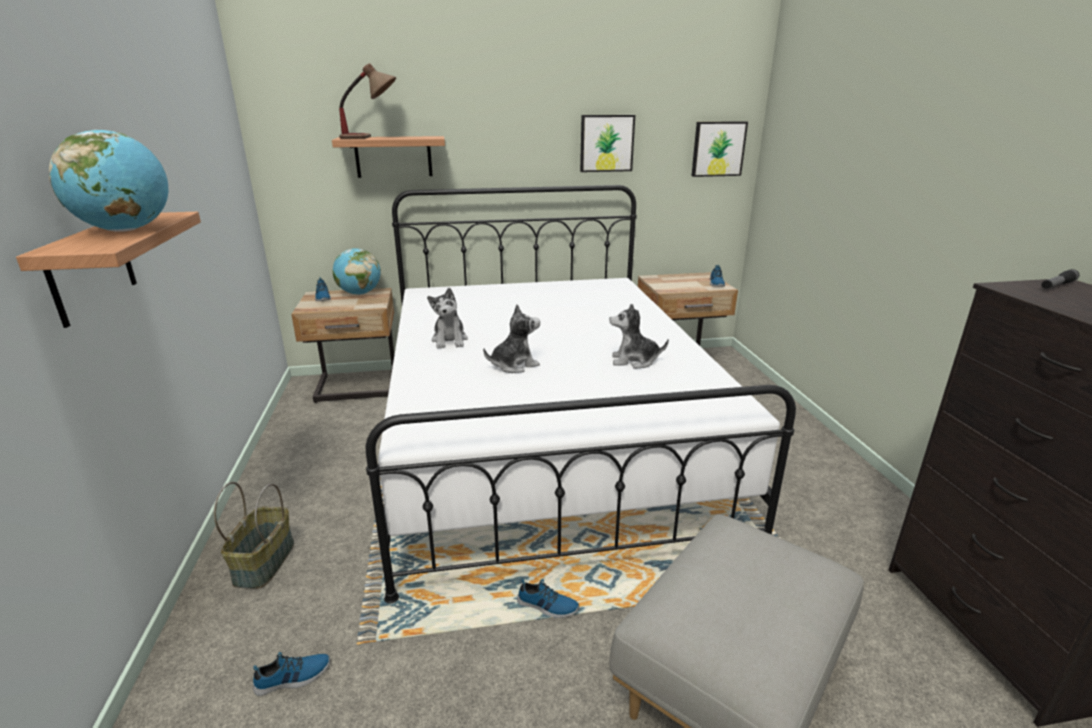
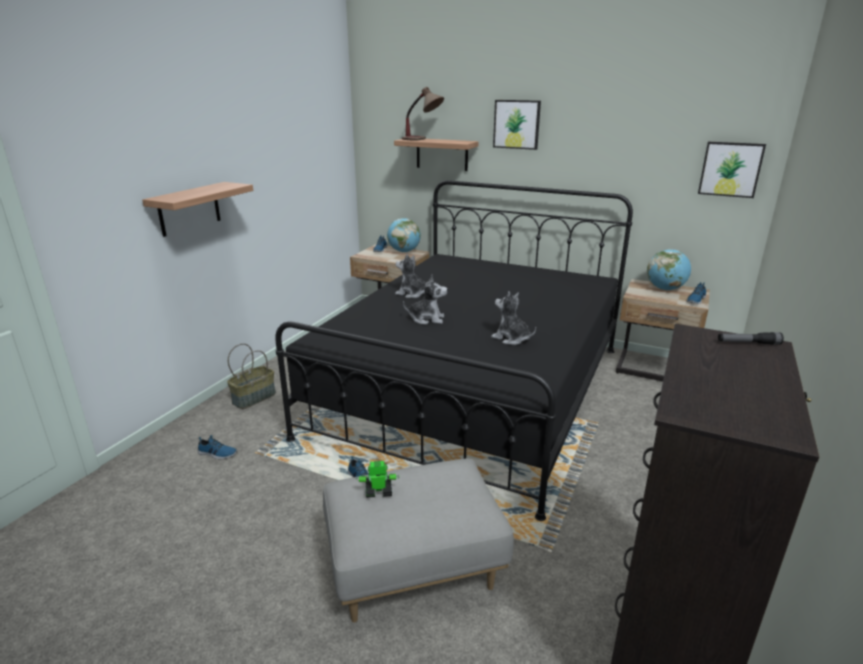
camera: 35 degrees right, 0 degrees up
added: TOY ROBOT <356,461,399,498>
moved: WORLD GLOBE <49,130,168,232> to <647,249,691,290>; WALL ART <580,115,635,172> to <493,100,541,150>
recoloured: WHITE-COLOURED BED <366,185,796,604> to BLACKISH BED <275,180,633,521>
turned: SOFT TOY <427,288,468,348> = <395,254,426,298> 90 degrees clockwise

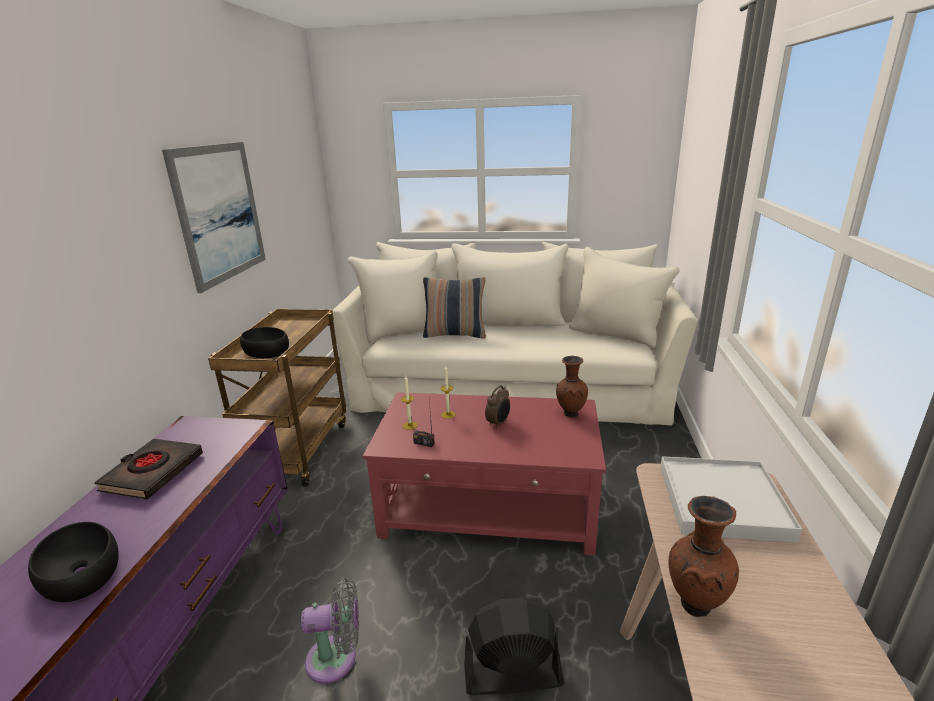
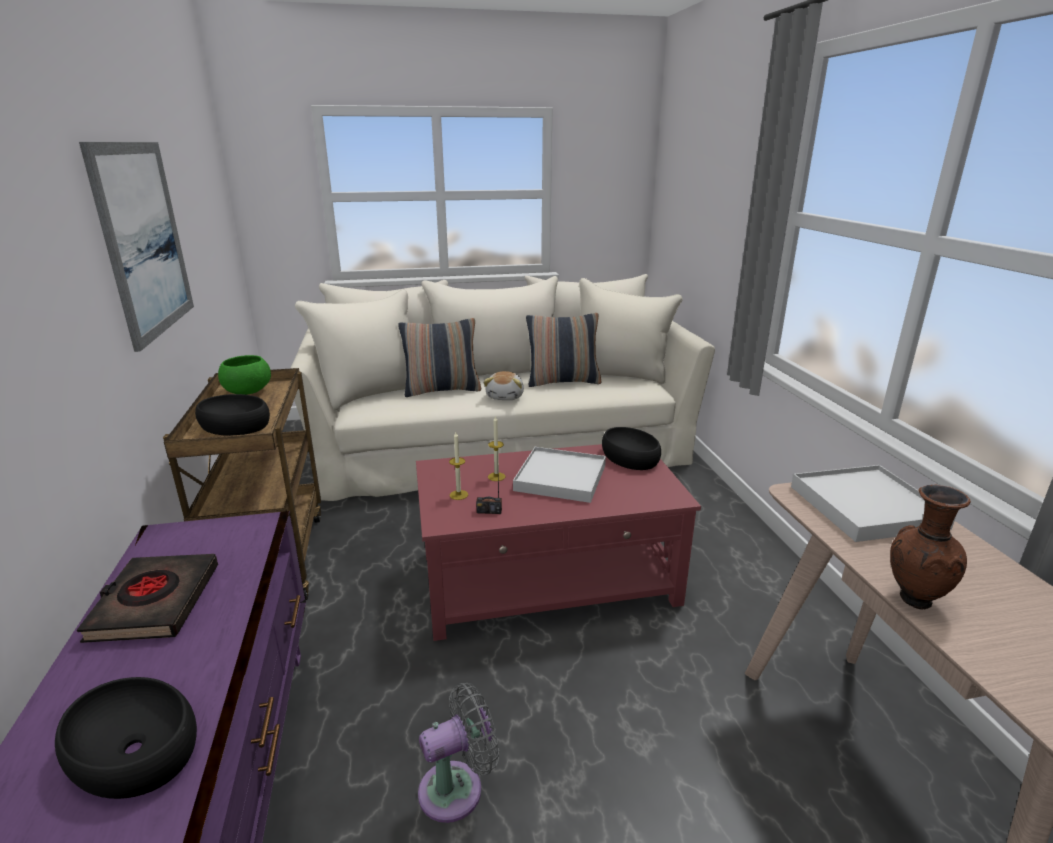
camera: 20 degrees left, 0 degrees up
removed: BLACKISH COOLING FAN <464,597,564,695>
added: GREEN-COLOURED SERVING BOWL <218,355,271,395>; SOFT TOY <483,371,524,400>; THROW PILLOW <526,313,602,387>
replaced: BEDSIDE CLOCK <485,385,510,429> to WHITE-COLOURED CARRYING TRAY <513,447,606,503>; BROWN FLOWER VASE <556,356,588,418> to BLACKISH SERVING BOWL <602,427,661,470>

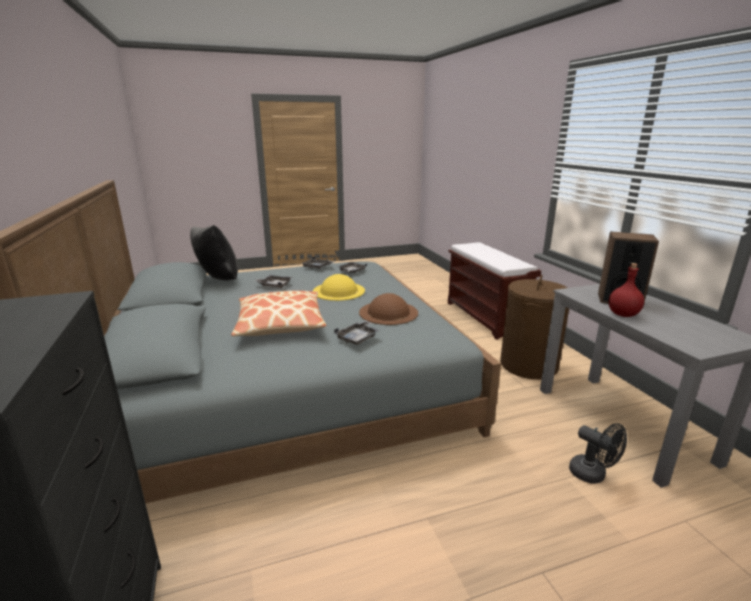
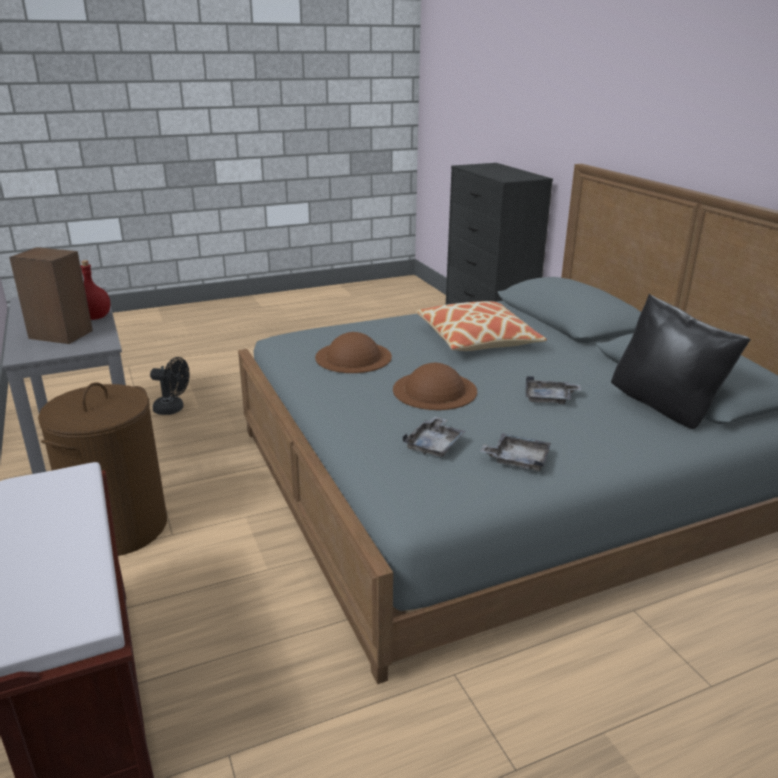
camera: 175 degrees right, 5 degrees up
removed: GREY CARRYING TRAY <334,320,380,345>
recoloured: YELLOWISH WEARABLE HAT <313,274,365,301> to BROWN WEARABLE HAT <393,363,477,410>
turned: BLACKISH COOLING FAN <569,423,627,484> = <150,357,190,415> 150 degrees clockwise

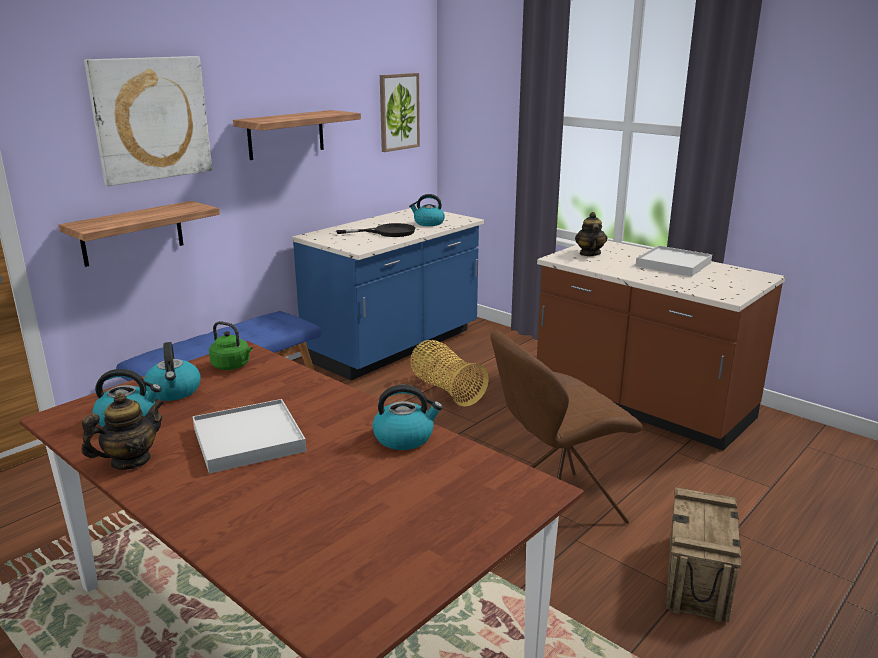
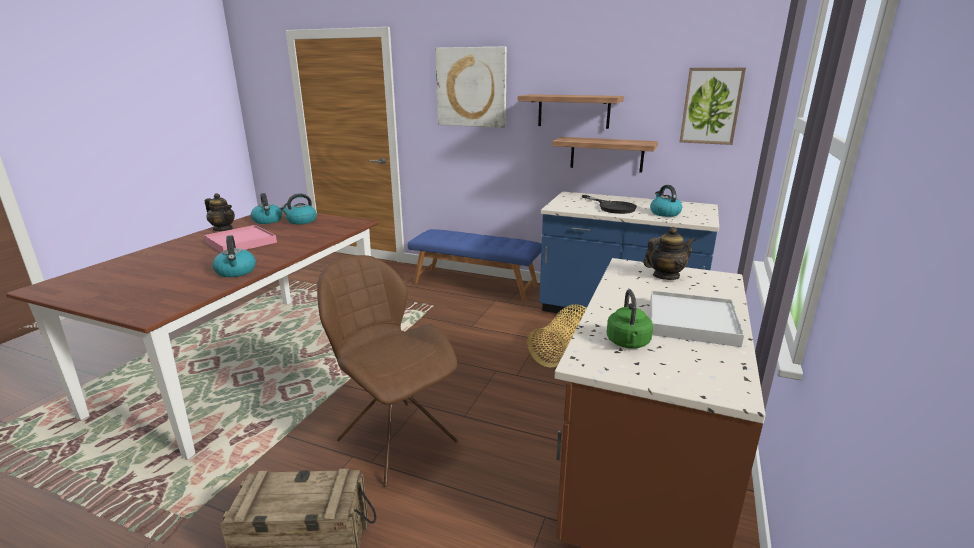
camera: 70 degrees right, 0 degrees up
moved: WALL SHELF <59,201,220,267> to <552,137,658,173>; GREEN-COLOURED KETTLE <209,321,253,370> to <607,289,653,349>
recoloured: WHITE-COLOURED CARRYING TRAY <193,399,306,474> to PINK-COLOURED CARRYING TRAY <204,225,277,252>

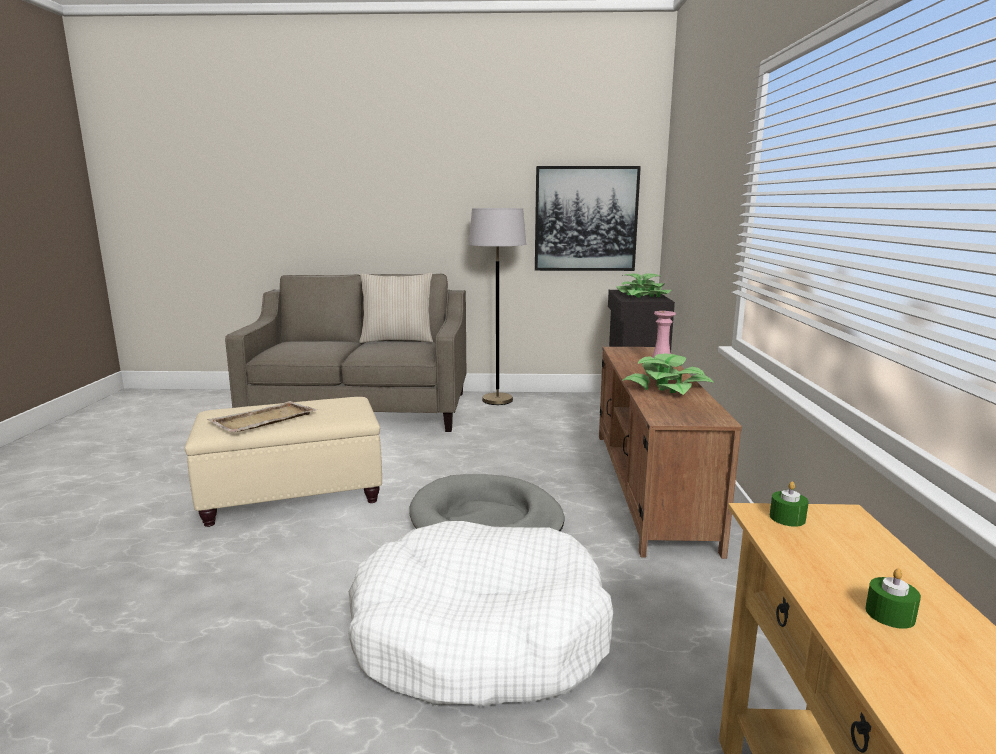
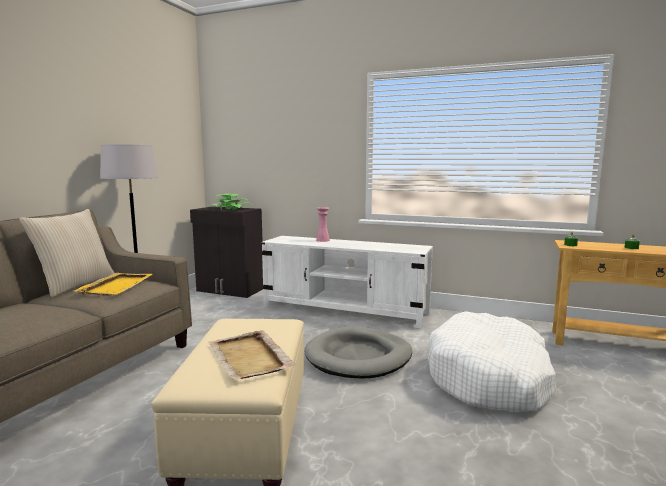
camera: 70 degrees left, 5 degrees down
removed: WALL ART <535,166,641,271>; HOUSEPLANT <622,353,713,395>
added: YELLOWISH CARRYING TRAY <74,273,152,296>
recoloured: BROWN TV STAND <599,347,742,559> to WHITE-COLOURED TV STAND <262,236,433,328>

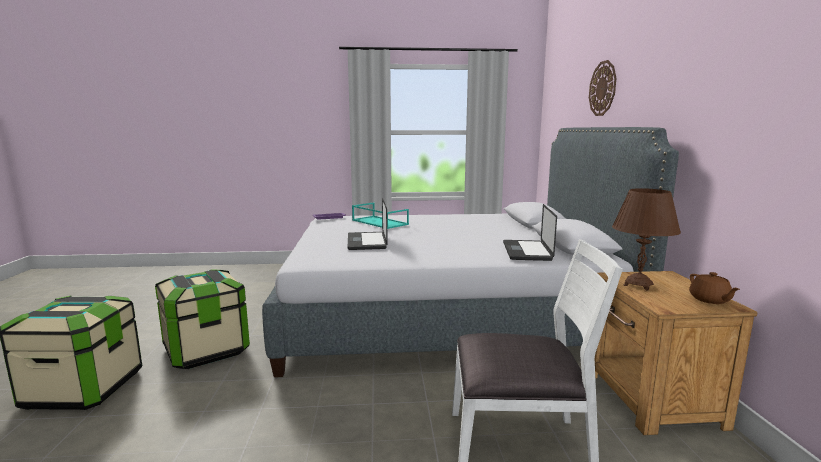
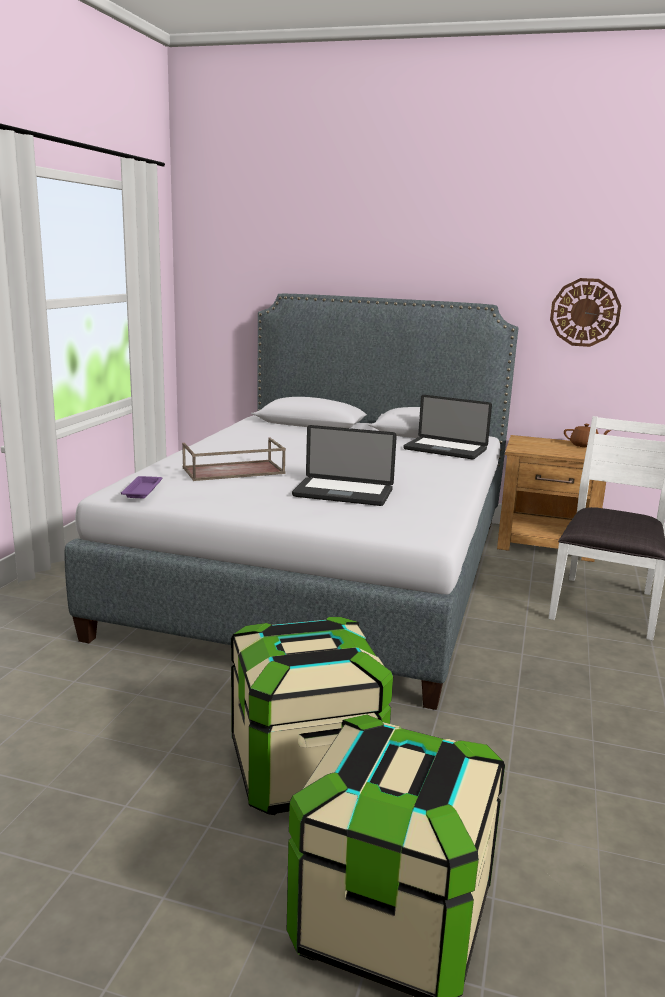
camera: 70 degrees left, 5 degrees up
removed: BROWN TABLETOP LAMP <612,188,681,291>
moved: WALL CLOCK <589,60,617,116> to <550,278,621,347>
recoloured: BLUE-GREEN CARRYING TRAY <352,202,409,229> to BROWN CARRYING TRAY <182,438,286,481>

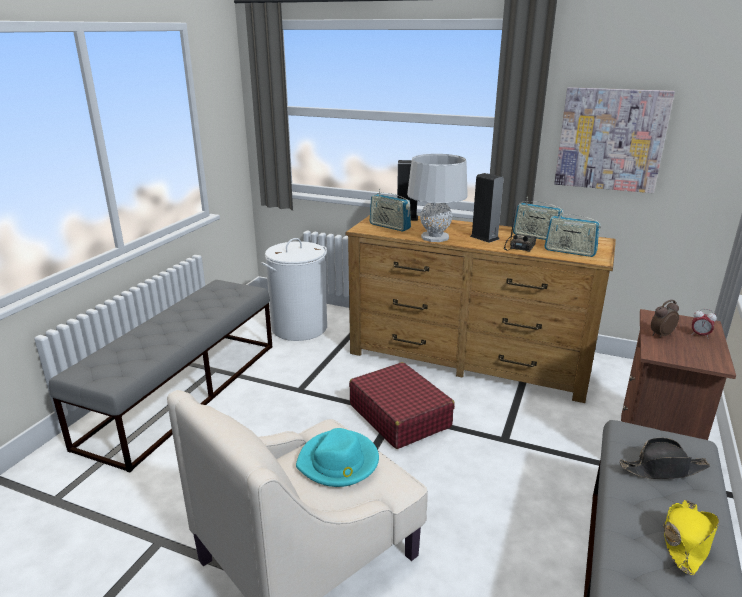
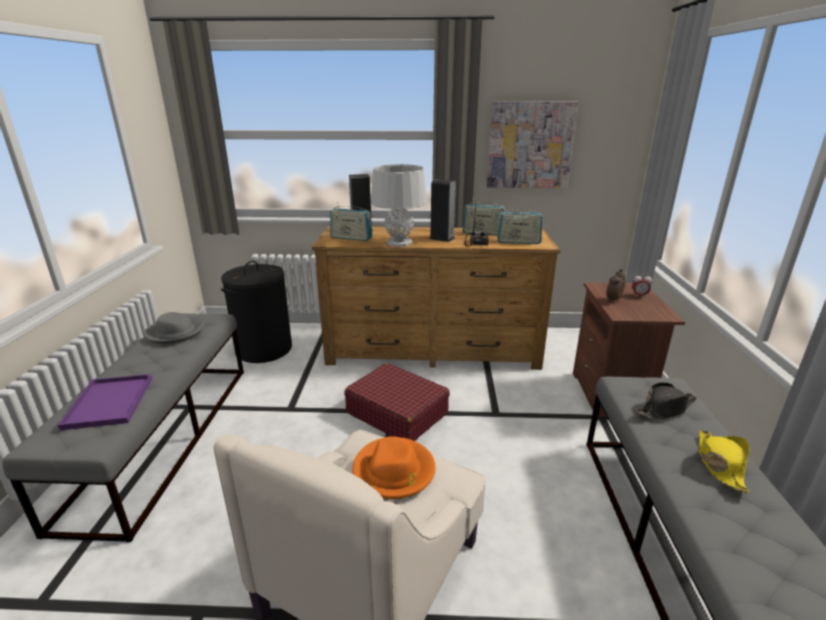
camera: 20 degrees left, 0 degrees up
added: PURPLE-COLOURED CARRYING TRAY <58,374,153,431>; GREY WEARABLE HAT <144,312,205,344>
recoloured: WHITE-COLOURED HAMPER <262,238,327,341> to BLACKISH HAMPER <221,260,292,363>; BLUE-GREEN WEARABLE HAT <296,428,379,487> to ORANGEY WEARABLE HAT <352,436,436,499>

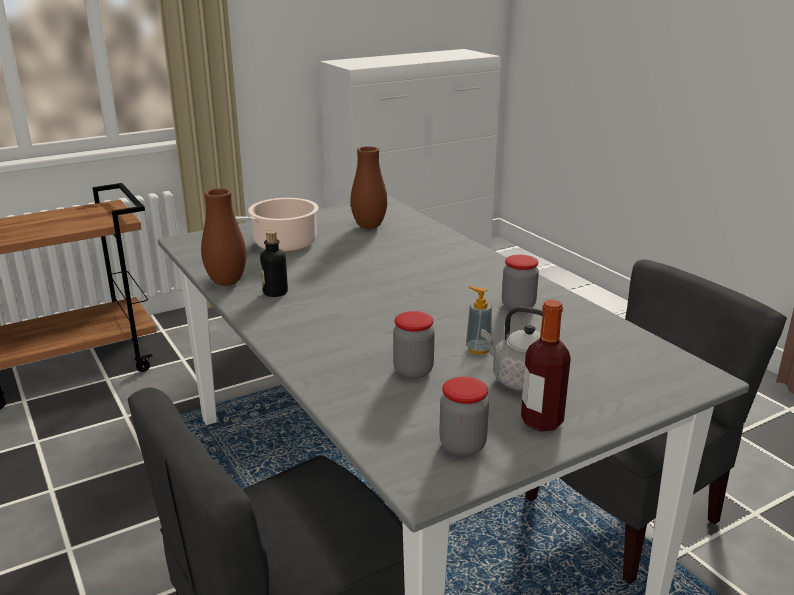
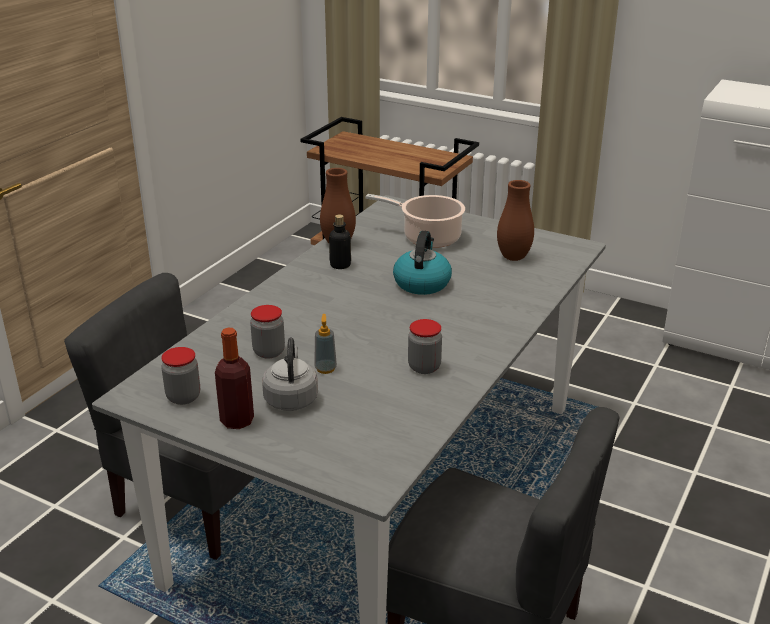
camera: 60 degrees right, 5 degrees up
added: KETTLE <393,231,452,295>

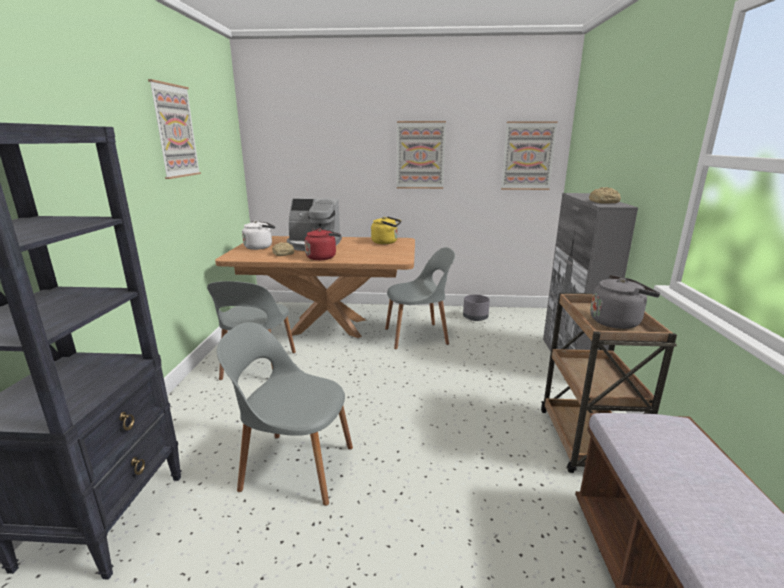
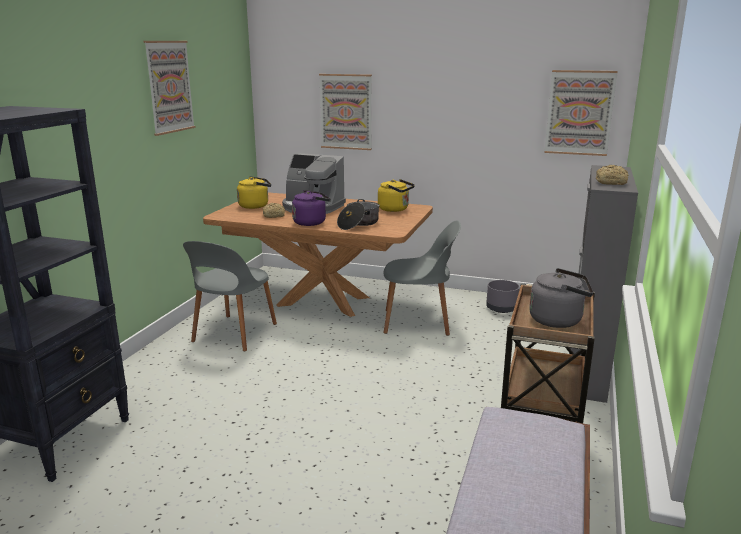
camera: 15 degrees right, 0 degrees up
removed: GREY PLAIN CHAIR <217,322,353,506>
added: STOCKPOT <337,199,380,230>
moved: WALL ART <397,121,446,189> to <319,74,372,150>
recoloured: WHITE-COLOURED KETTLE <242,221,275,250> to YELLOWISH KETTLE <237,176,271,209>; REDDISH KETTLE <305,228,341,260> to PURPLE-COLOURED KETTLE <292,190,331,226>

